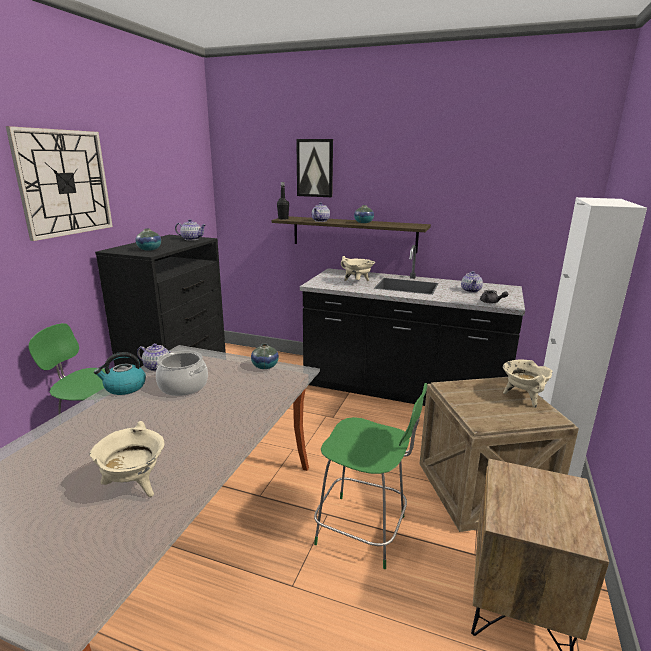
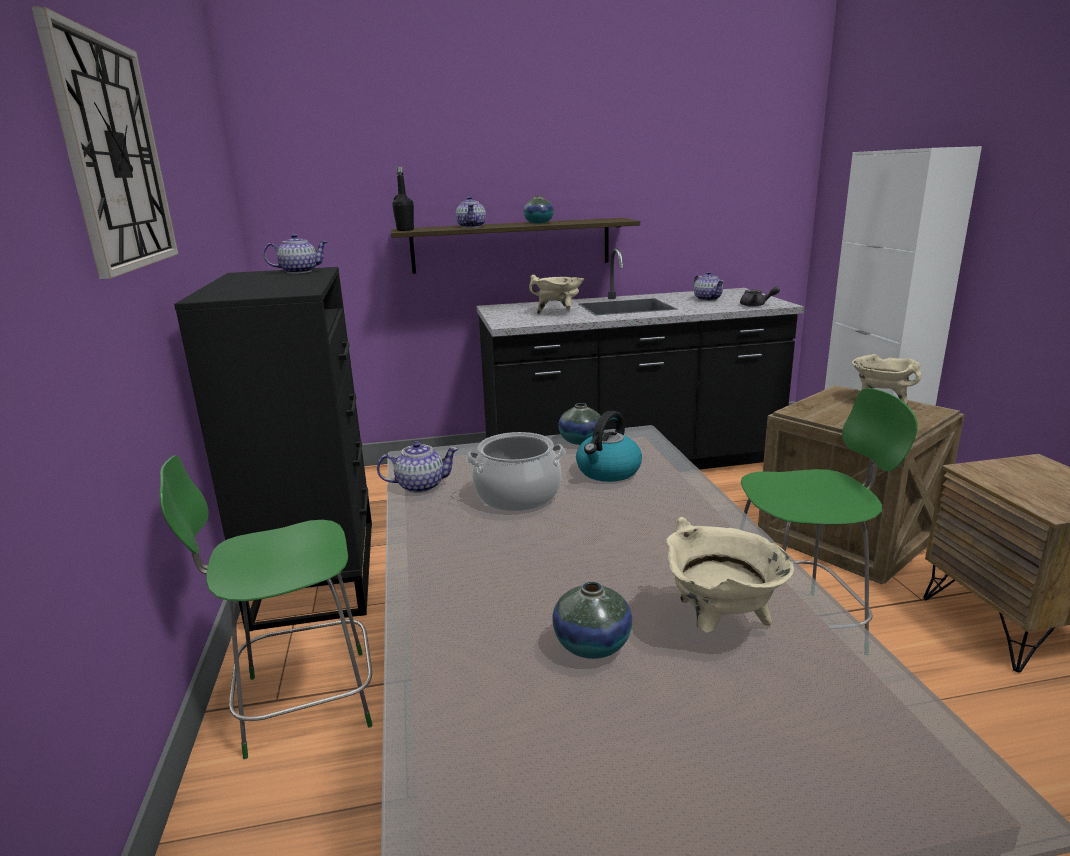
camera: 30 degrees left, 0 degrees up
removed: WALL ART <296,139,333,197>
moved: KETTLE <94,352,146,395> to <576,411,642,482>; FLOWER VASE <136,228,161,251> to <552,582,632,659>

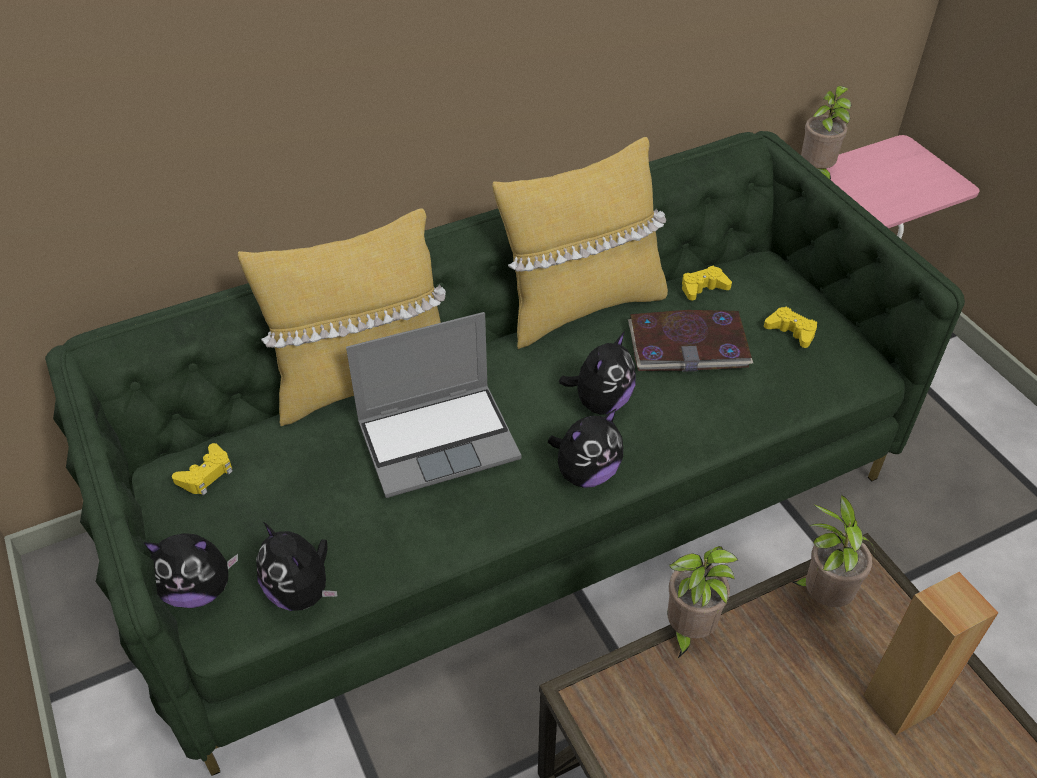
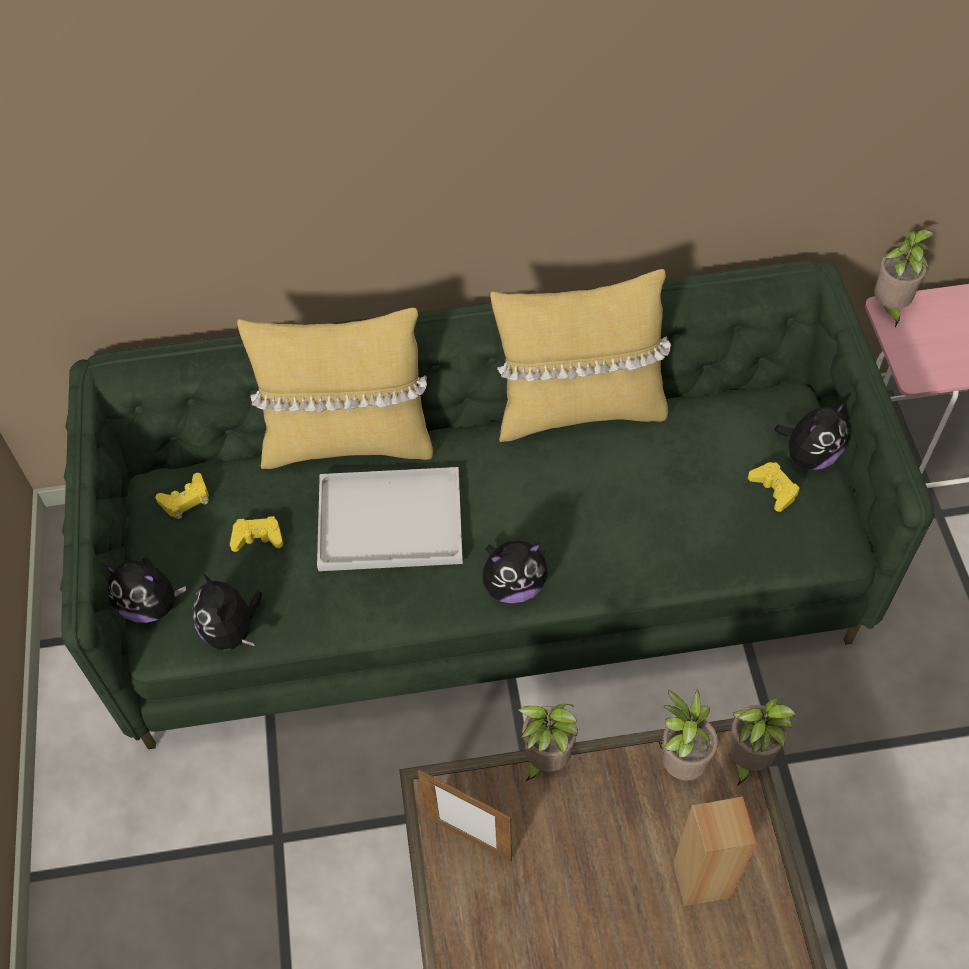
camera: 20 degrees right, 10 degrees up
removed: BOUND BOOK <628,310,753,372>
added: STANDING FRAME <418,770,512,862>; HOUSEPLANT <729,698,796,787>
moved: SOFT TOY <559,331,636,415> to <774,402,848,470>; YELLOWISH JOYPAD <682,266,732,300> to <230,516,283,552>
replaced: PORTABLE COMPUTER <346,312,521,498> to WHITE-COLOURED CARRYING TRAY <317,467,463,571>

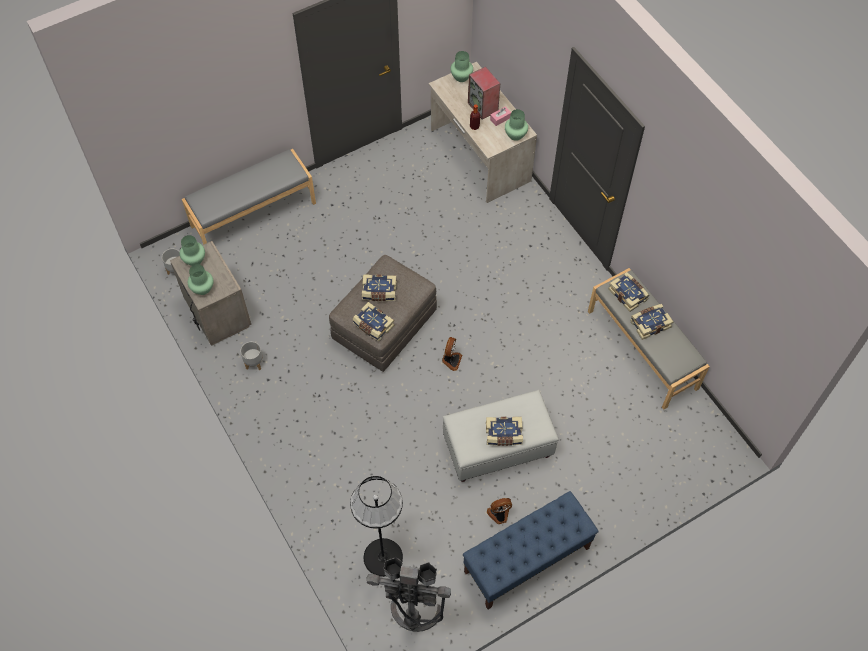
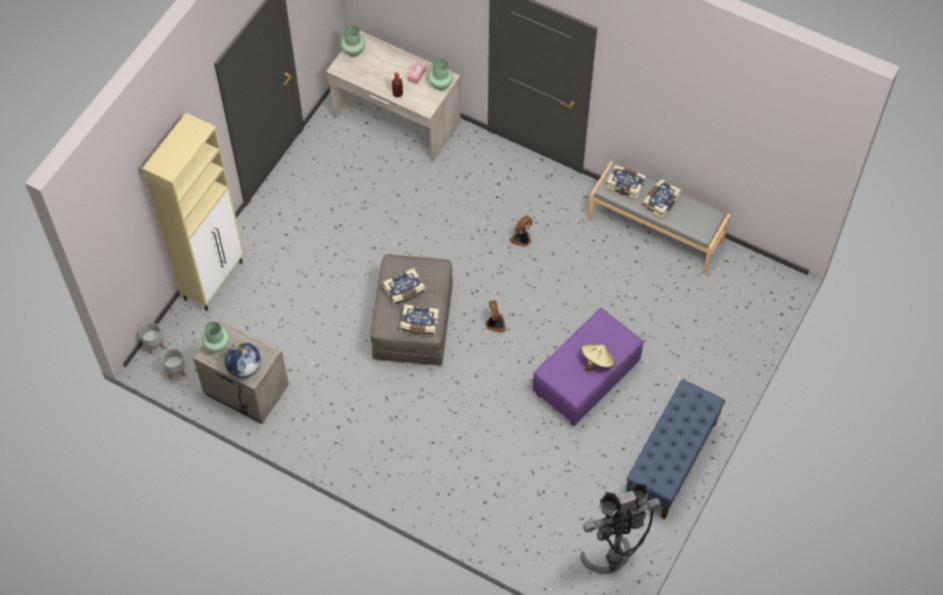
camera: 30 degrees left, 0 degrees up
removed: BLACKISH FLOOR LAMP <350,476,403,577>; SPEAKER <468,67,500,120>
moved: GREY FLOWER POT <240,342,263,370> to <139,323,164,354>; COOLING FAN <487,498,512,524> to <510,216,533,247>
replaced: GREY INDOOR BENCH <182,149,316,245> to SAND-COLOURED STORAGE CABINET <142,113,244,311>; GREEN-COLOURED FLOWER VASE <188,264,214,295> to WORLD GLOBE <224,342,261,378>; BOUND BOOK <486,417,523,446> to SAND-COLOURED WEARABLE HAT <581,344,615,371>
recoloured: WHITE-COLOURED FOOTREST <443,390,559,482> to PURPLE-COLOURED FOOTREST <533,308,644,425>

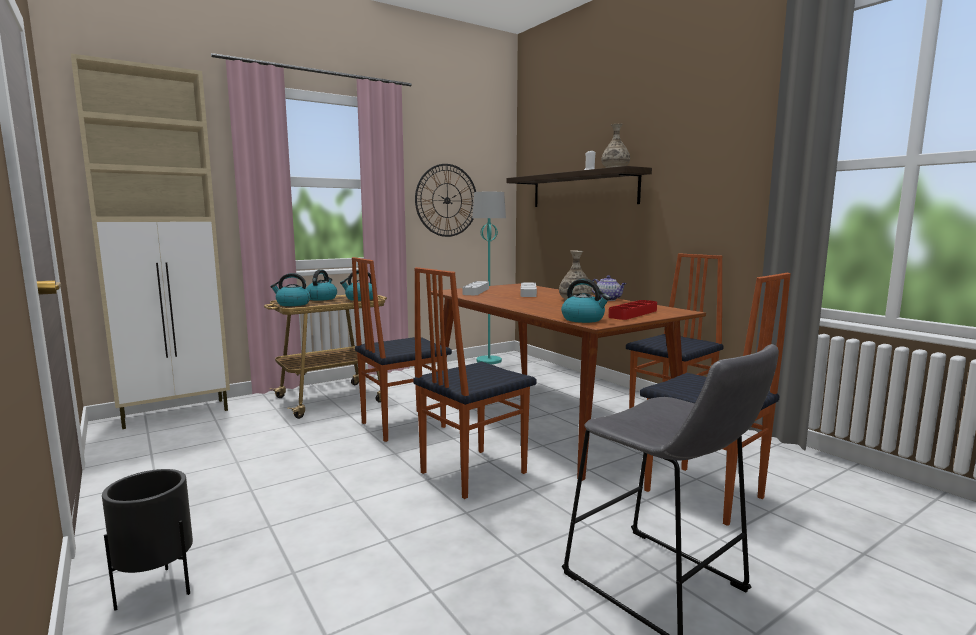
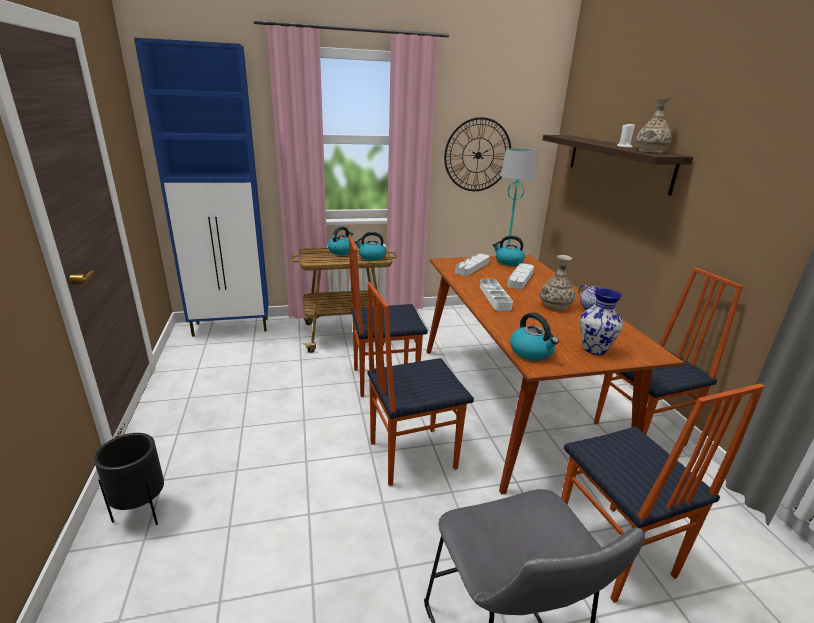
camera: 20 degrees right, 15 degrees up
added: WHITE-COLOURED CARRYING TRAY <480,279,513,311>
moved: KETTLE <270,273,310,306> to <493,235,525,266>
replaced: REDDISH CARRYING TRAY <609,300,657,320> to FLOWER VASE <580,288,623,355>
recoloured: SAND-COLOURED STORAGE CABINET <70,53,230,429> to BLUISH STORAGE CABINET <134,38,268,337>

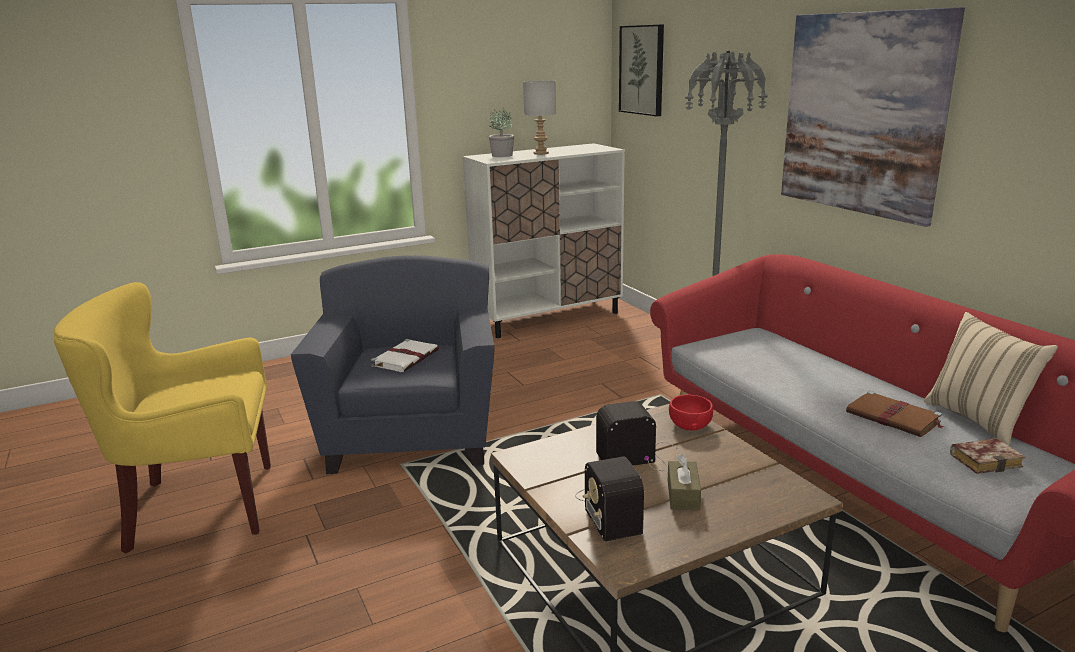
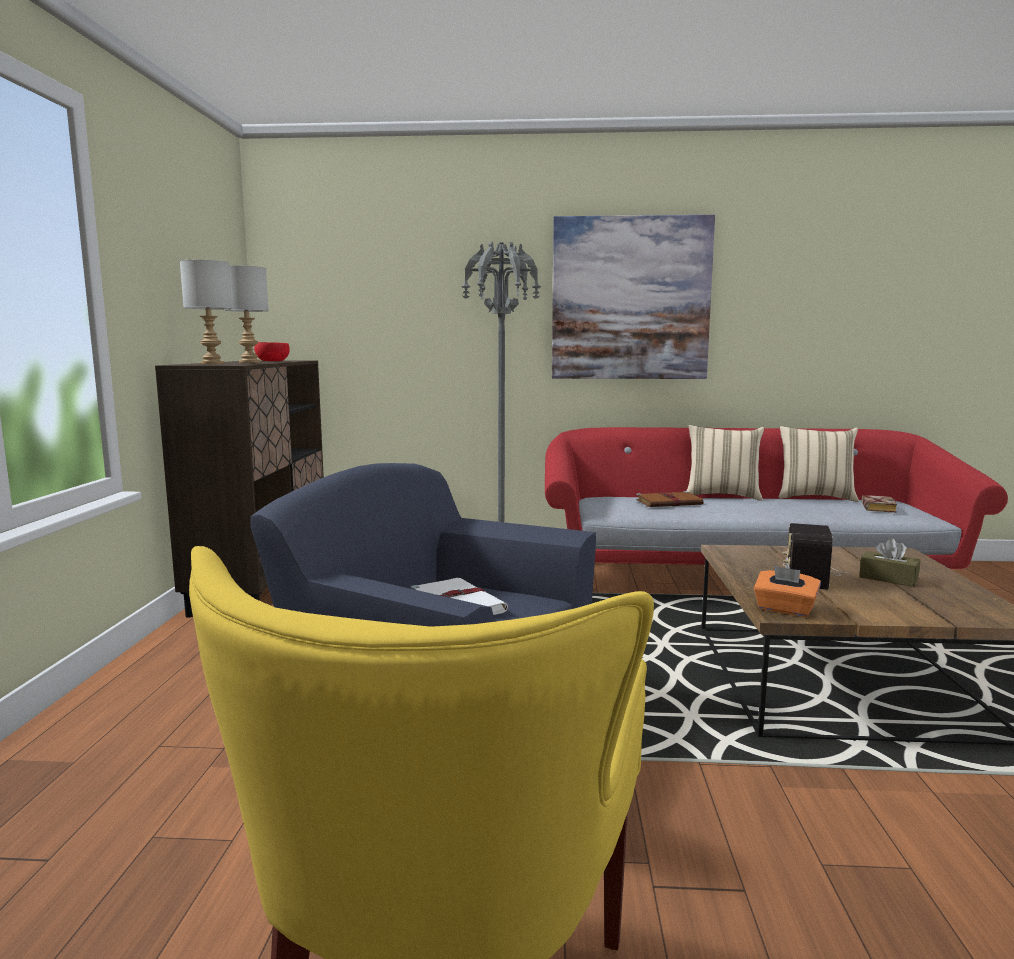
camera: 60 degrees left, 10 degrees down
removed: RADIO SET <575,456,646,542>; WALL ART <619,24,664,116>
added: SAND-COLOURED THROW PILLOW <687,425,764,501>; ORANGEY TISSUE BOX <754,566,821,617>
moved: REDDISH SERVING BOWL <669,394,713,430> to <254,342,290,361>; BROWN BOUND BOOK <846,391,944,437> to <636,491,704,507>
replaced: HOUSEPLANT <489,108,514,157> to GREY TABLETOP LAMP <180,260,232,364>
recoloured: WHITE-COLOURED STORAGE CABINET <462,143,625,338> to BROWN STORAGE CABINET <155,360,324,617>

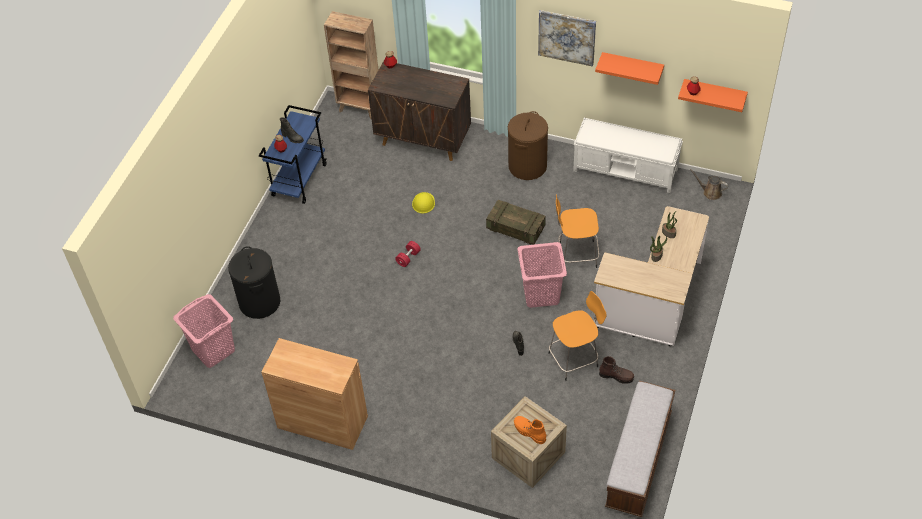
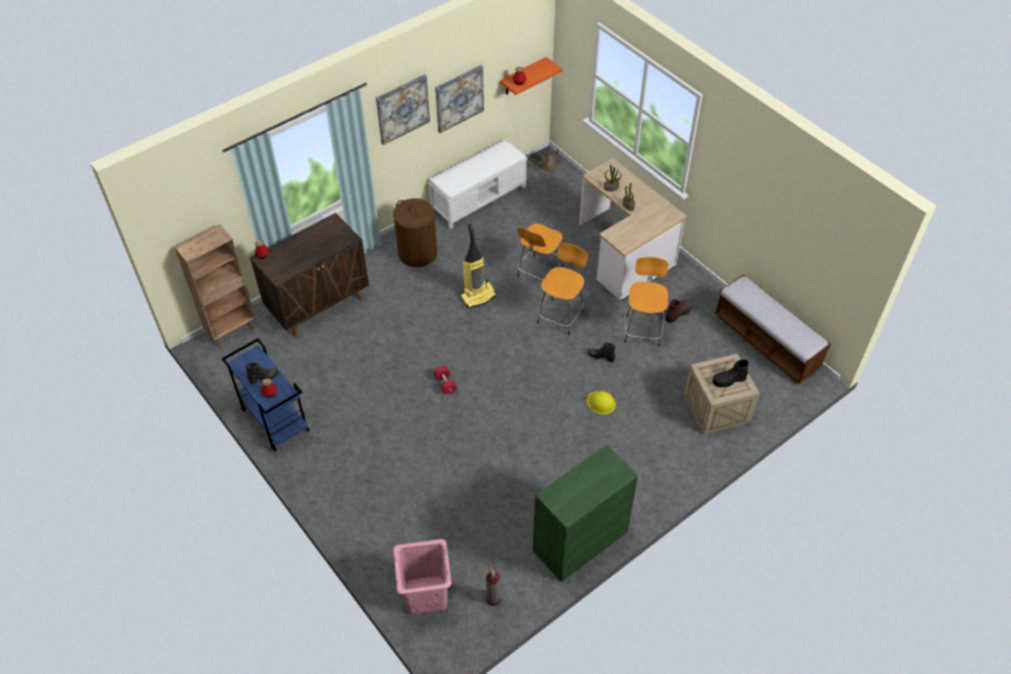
camera: 60 degrees left, 0 degrees up
removed: BLACKISH HAMPER <228,246,280,319>
added: EXTINGUISHER <486,563,501,606>
moved: YELLOWISH WORK HELMET <412,192,435,214> to <586,391,616,415>
replaced: CRATE <486,200,546,245> to VACUUM <459,224,497,308>; PINK-COLOURED HAMPER <517,242,567,308> to ORANGEY SITTING STOOL <537,243,588,335>; ORANGEY WALL SHELF <595,52,664,85> to WALL ART <435,65,484,133>
recoloured: BROWN STORAGE CABINET <262,338,368,450> to GREEN-COLOURED STORAGE CABINET <533,444,638,582>; ORANGEY BOOT <514,416,546,444> to BLACKISH BOOT <713,359,749,387>

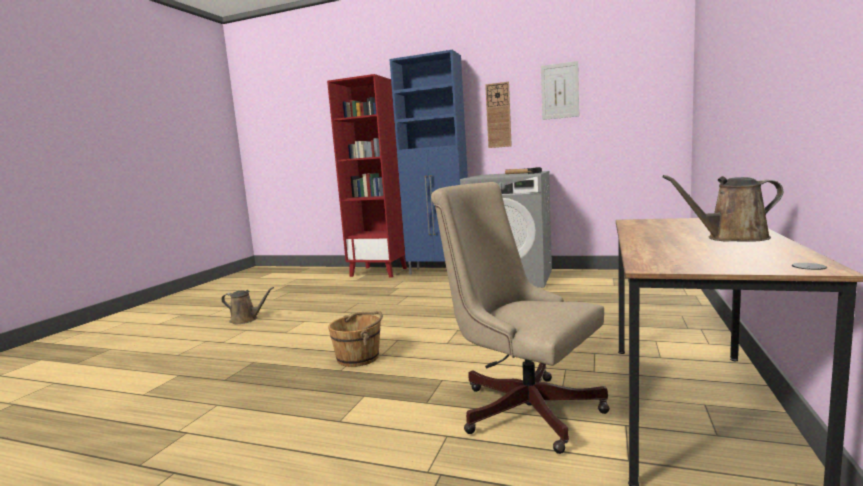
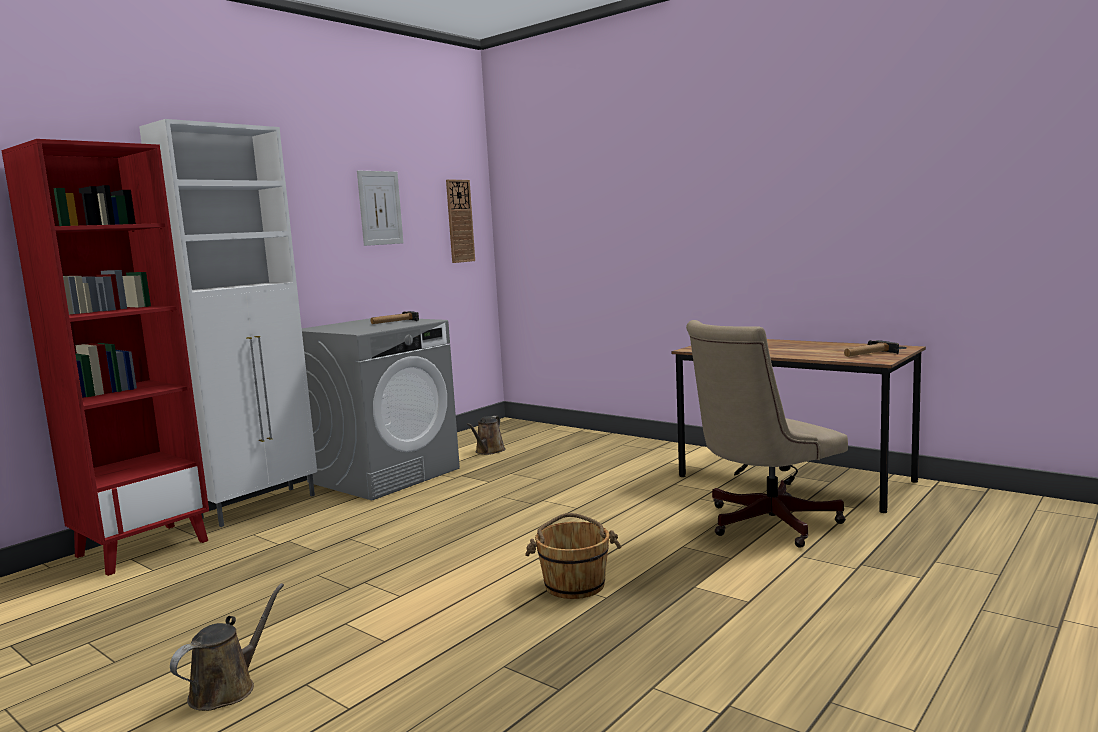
camera: 70 degrees left, 0 degrees up
added: TOOL HAMMER <844,340,899,357>
moved: WALL CLOCK <485,82,512,148> to <446,179,475,263>; BROWN WATERING CAN <662,175,783,242> to <467,416,506,455>
recoloured: BLUISH STORAGE CABINET <389,50,468,275> to WHITE-COLOURED STORAGE CABINET <139,119,317,527>

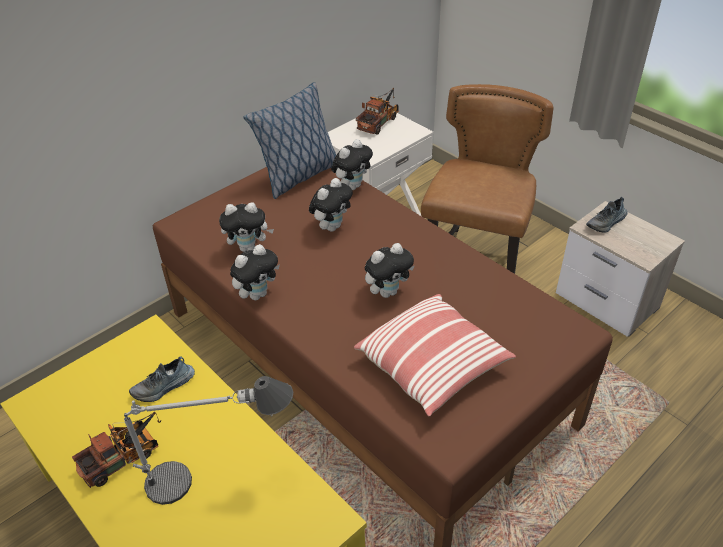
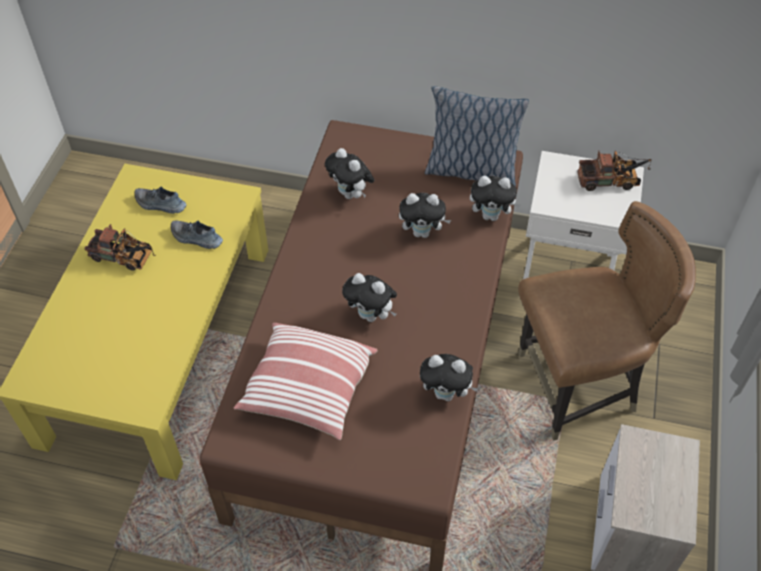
camera: 55 degrees right, 10 degrees up
removed: TABLETOP LAMP <124,376,293,505>
moved: SOFT TOY <230,244,280,300> to <420,354,478,401>; ITEM OF FOOTWEAR <586,197,627,232> to <134,186,186,214>

